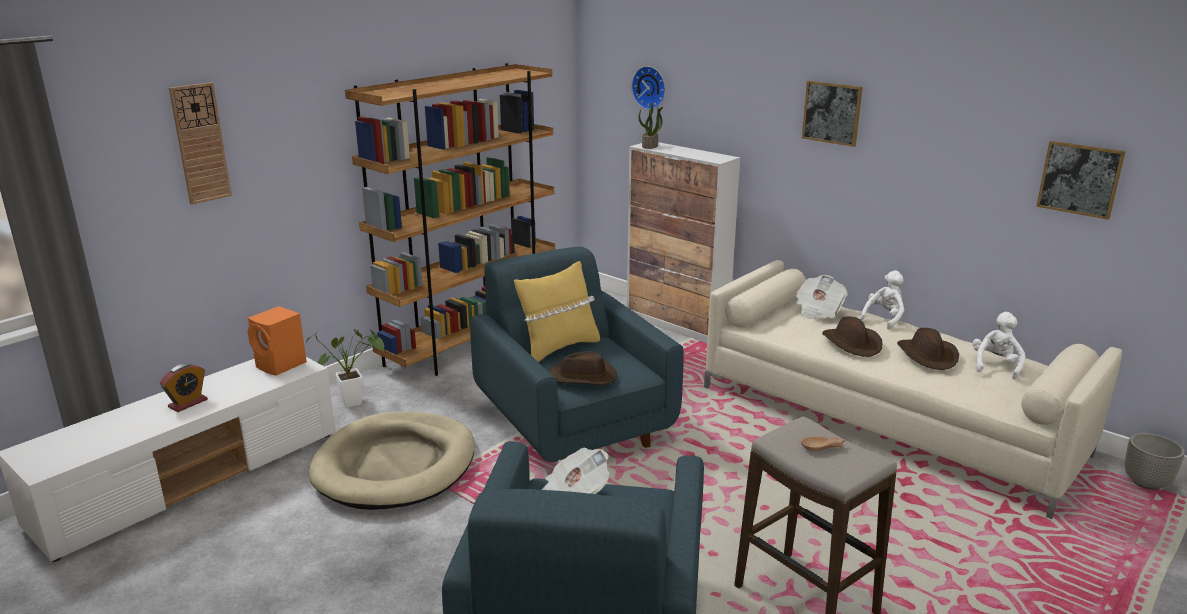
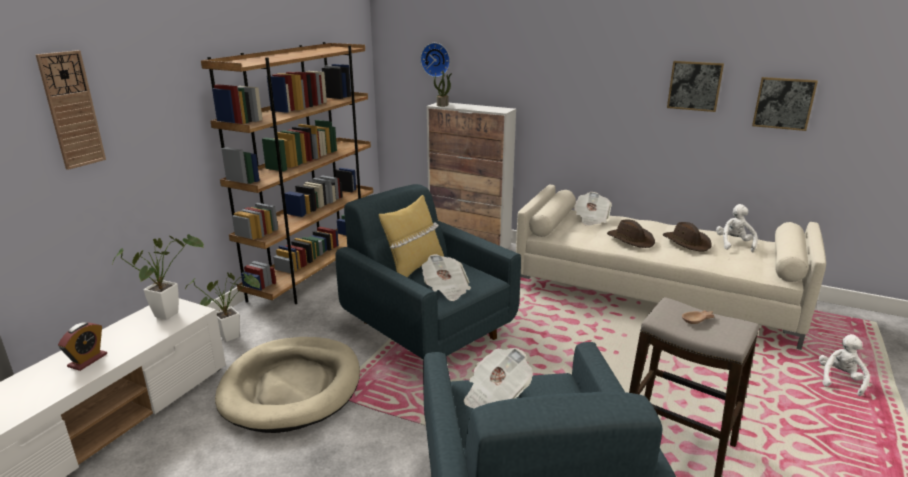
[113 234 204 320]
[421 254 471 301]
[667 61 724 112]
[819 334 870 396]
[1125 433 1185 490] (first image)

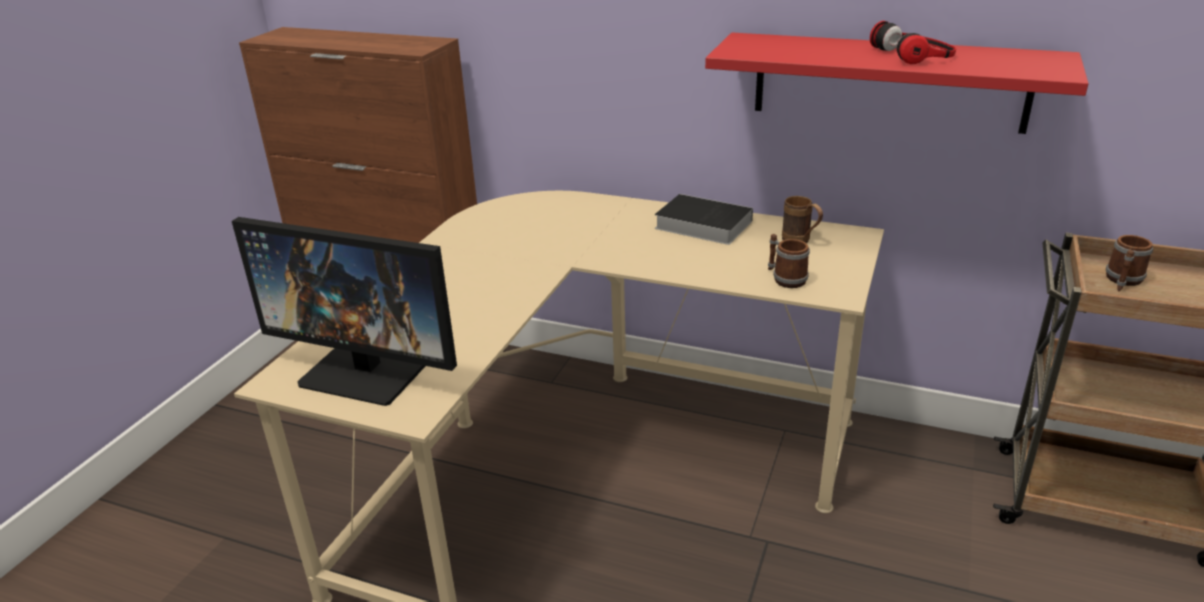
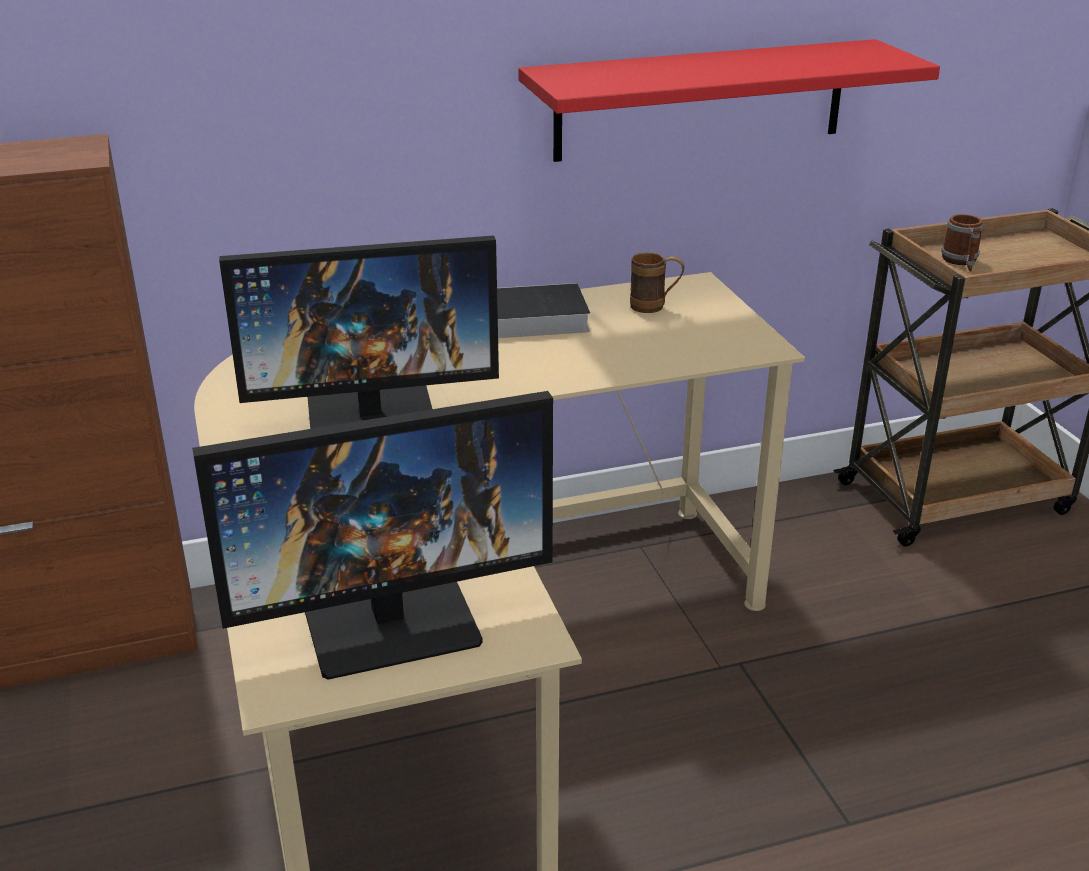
[219 236 499 429]
[768 234 810 288] (first image)
[870 21 956 64] (first image)

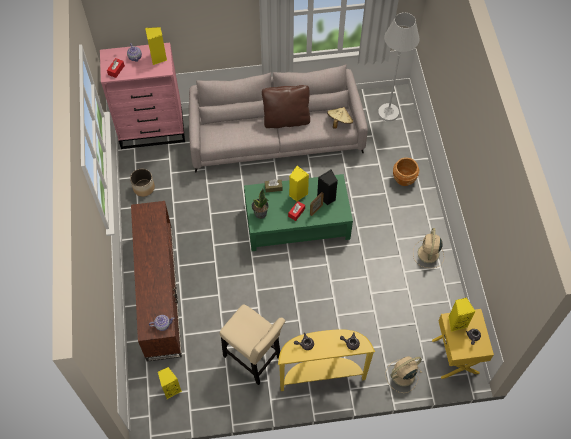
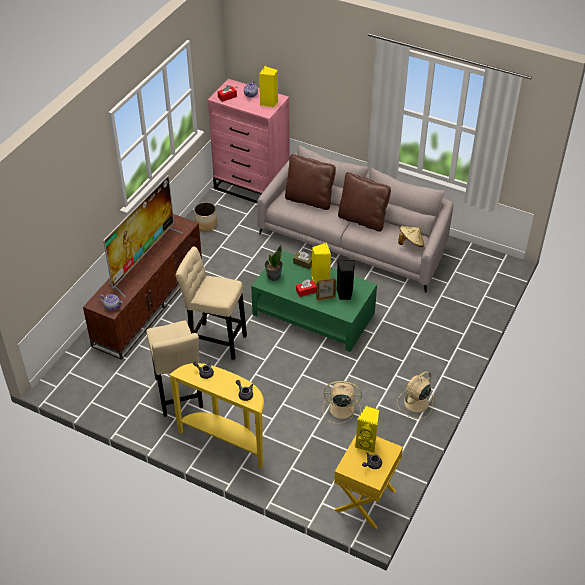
[103 175 183 297]
[175 246 247 360]
[285 154 336 210]
[323 381 362 424]
[158 367 182 399] (first image)
[378 12 420 122] (first image)
[393 157 419 186] (first image)

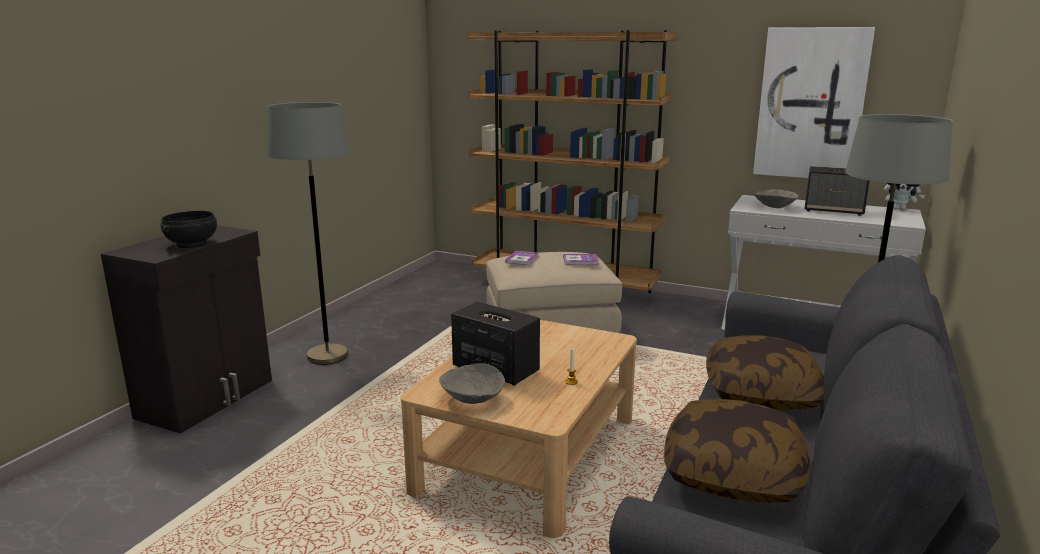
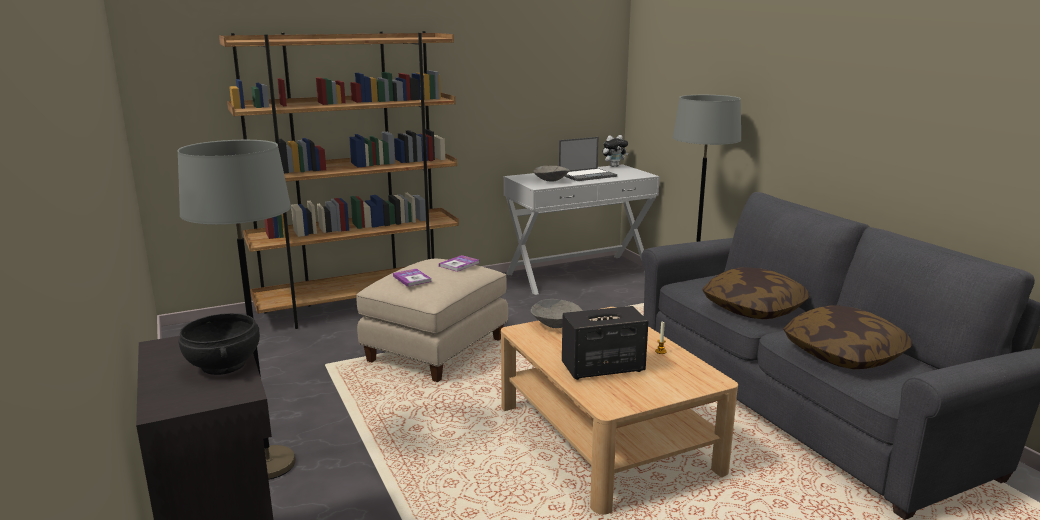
[531 299 583 328]
[559 137 617 181]
[753 27 875 178] (first image)

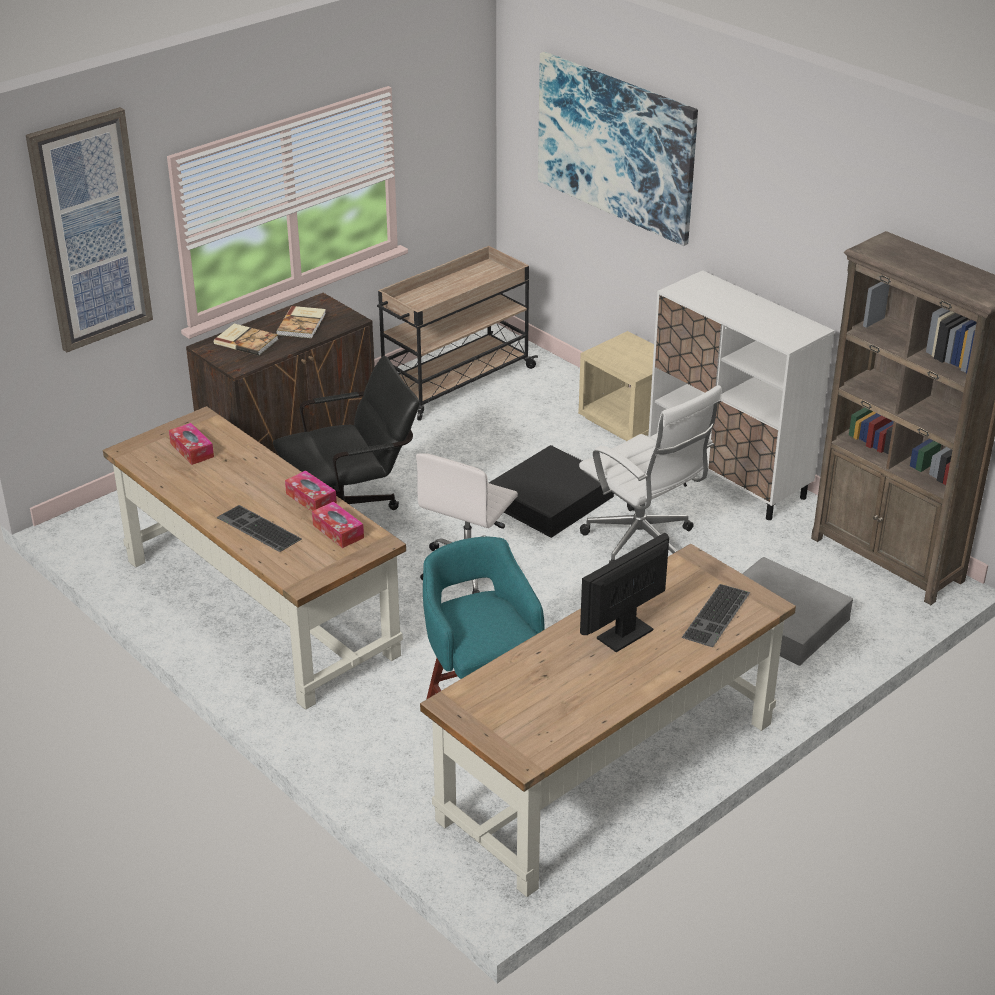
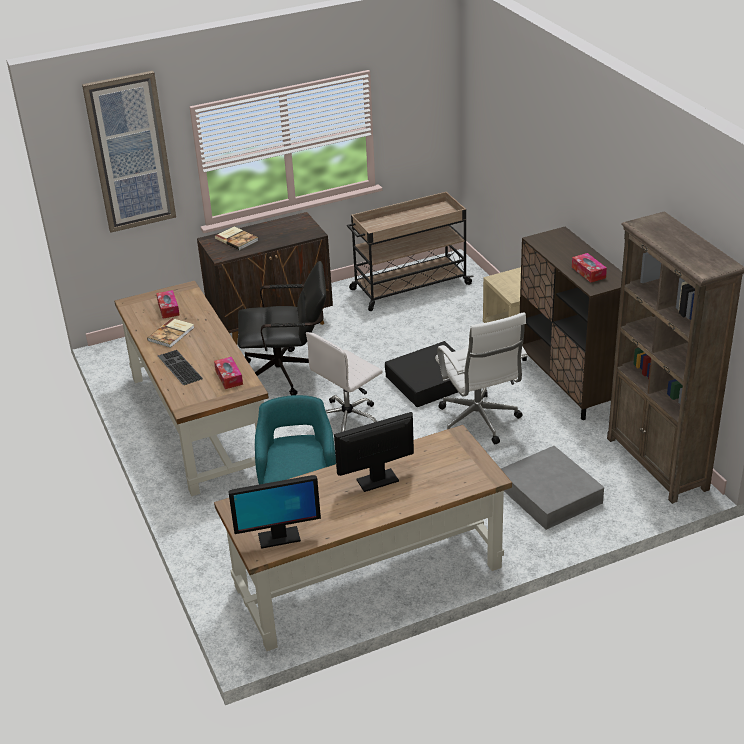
[147 318 194 348]
[228 475 321 549]
[520 227 622 420]
[572 253 607 283]
[538 52 698 246] (first image)
[682 584 750 647] (first image)

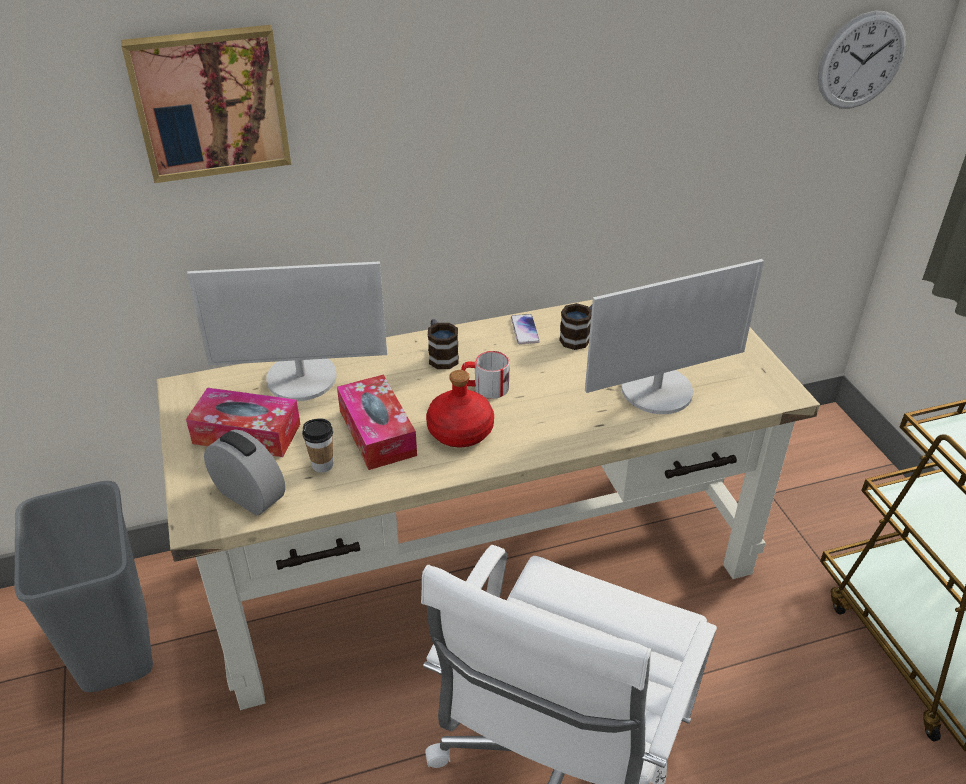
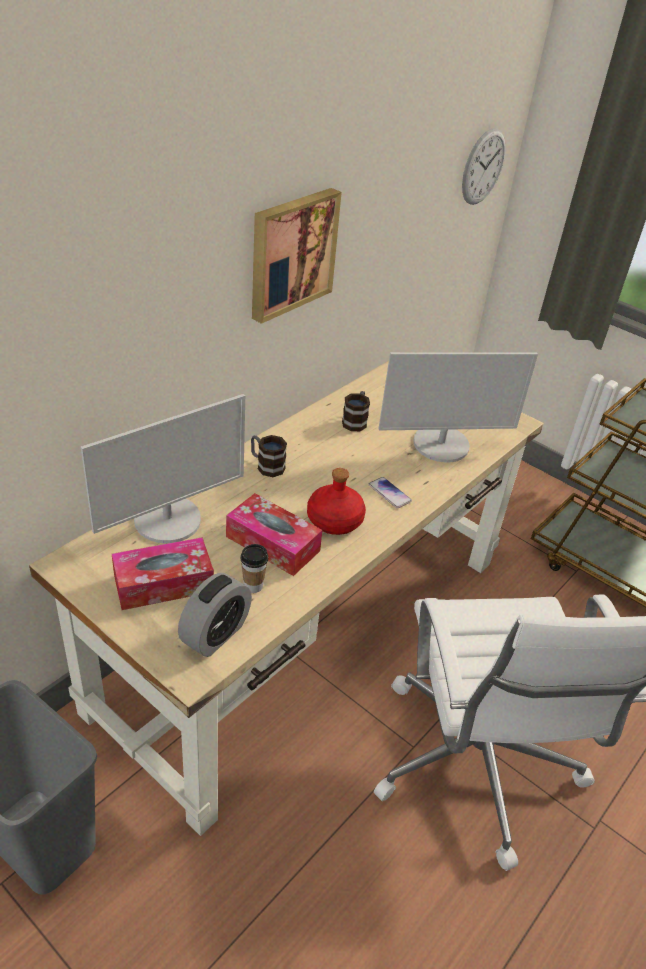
[178 573 252 657]
[252 188 342 324]
[368 477 412 509]
[378 352 538 463]
[461 351 510 399] (first image)

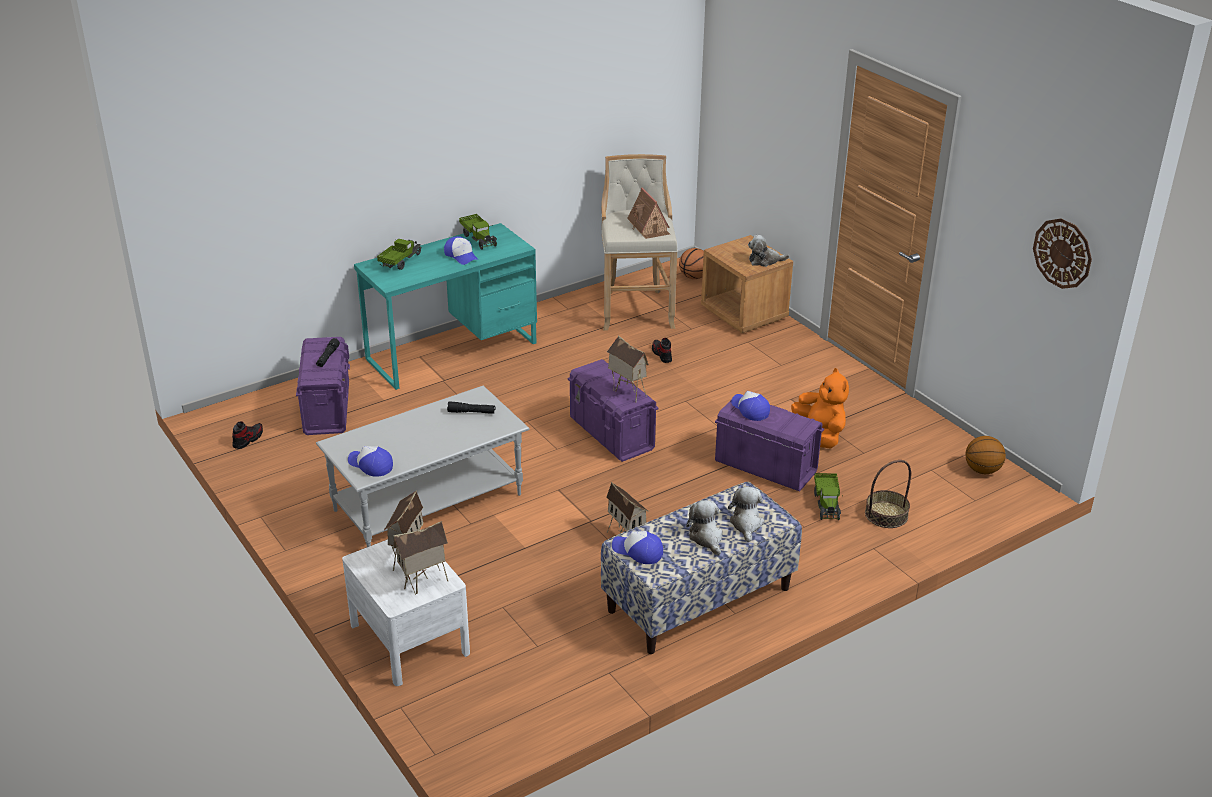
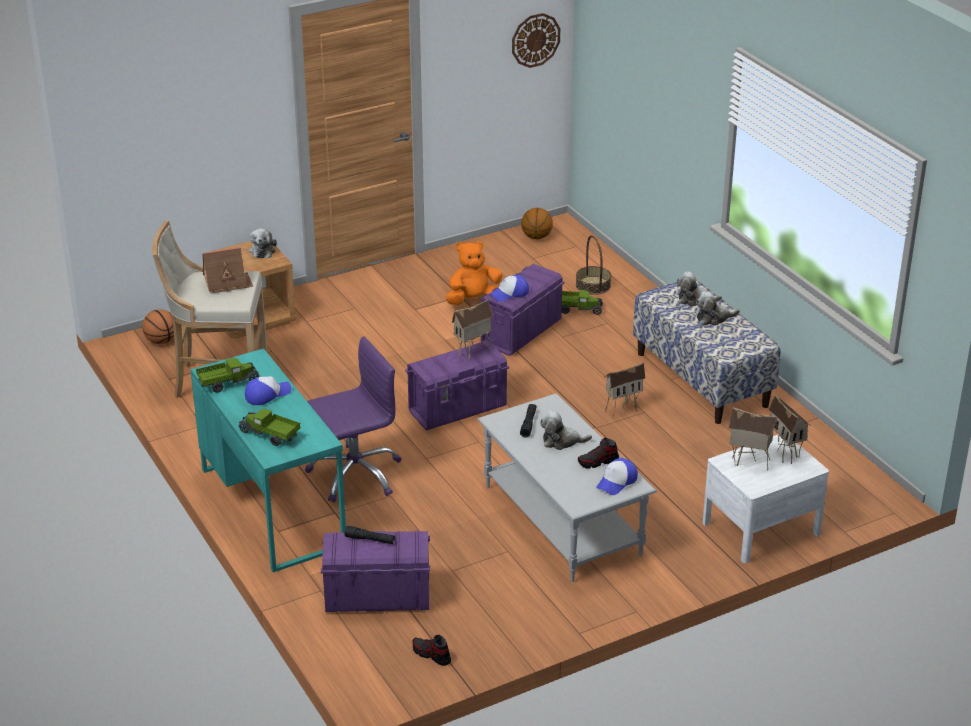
[305 336 402 502]
[540 410 592 450]
[578 438 619 469]
[612 531 663 564] (first image)

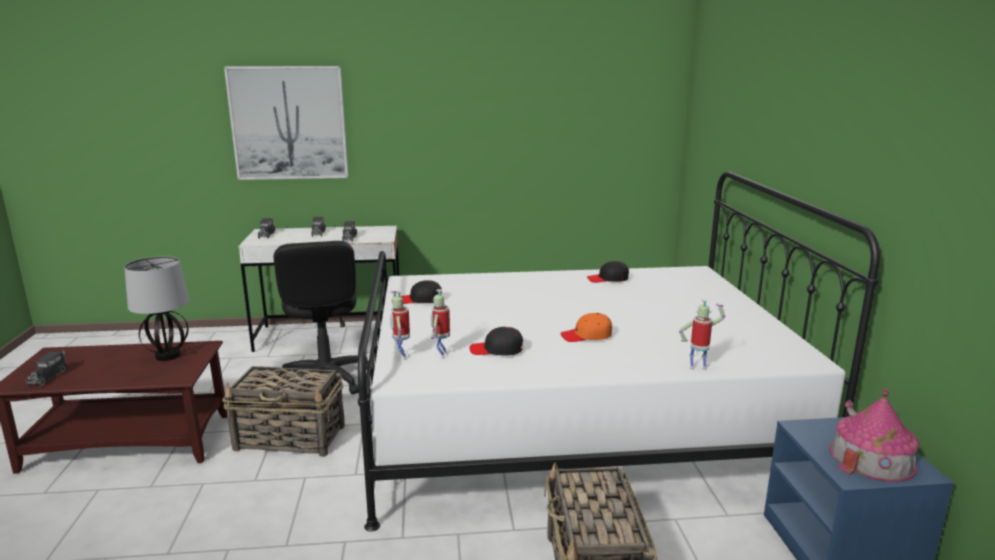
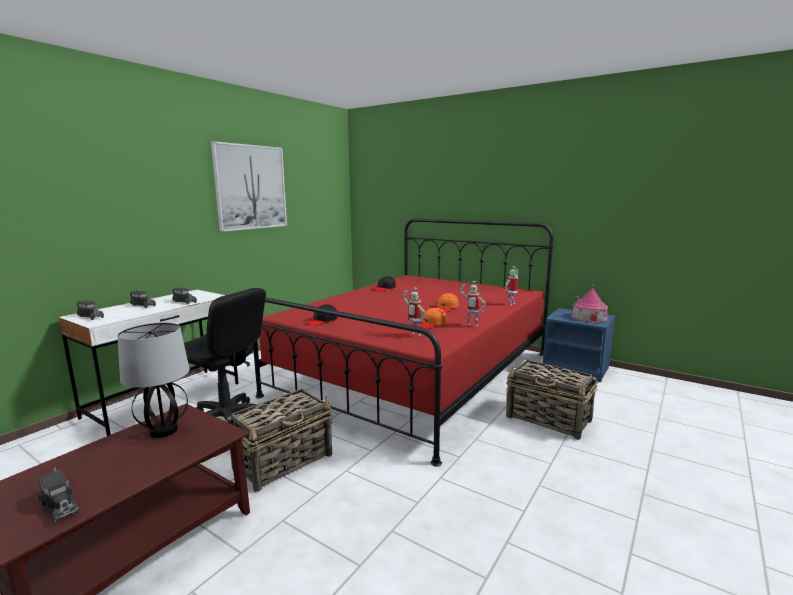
[211 141 287 232]
[253 219 553 467]
[415 307 446 329]
[460 281 486 326]

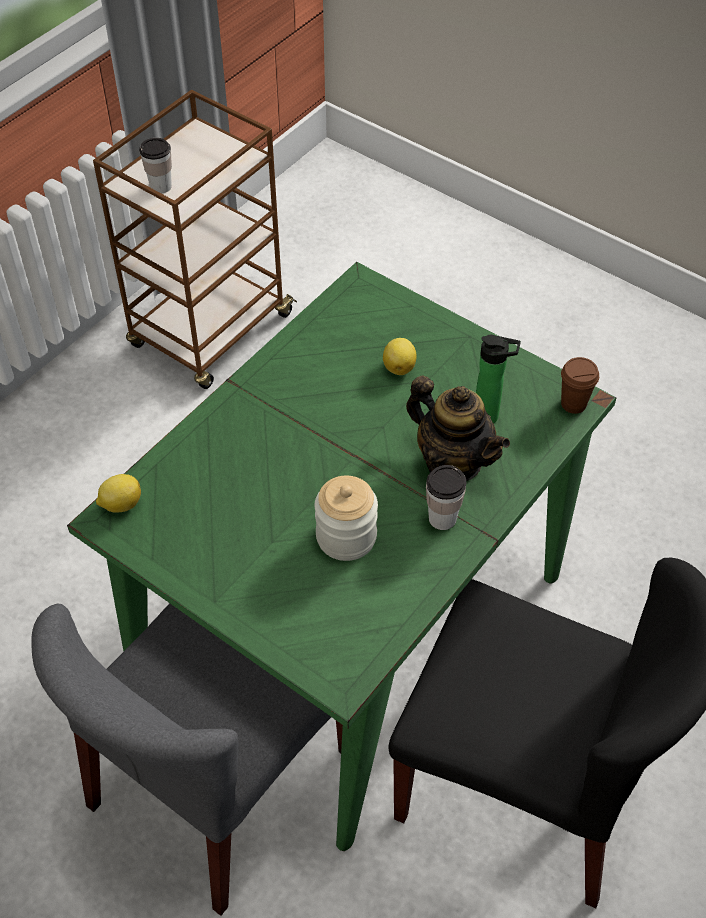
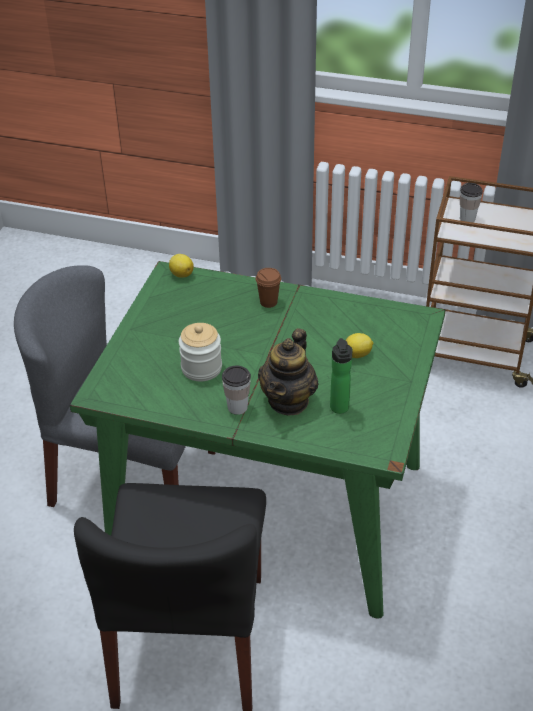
[256 268 281 308]

